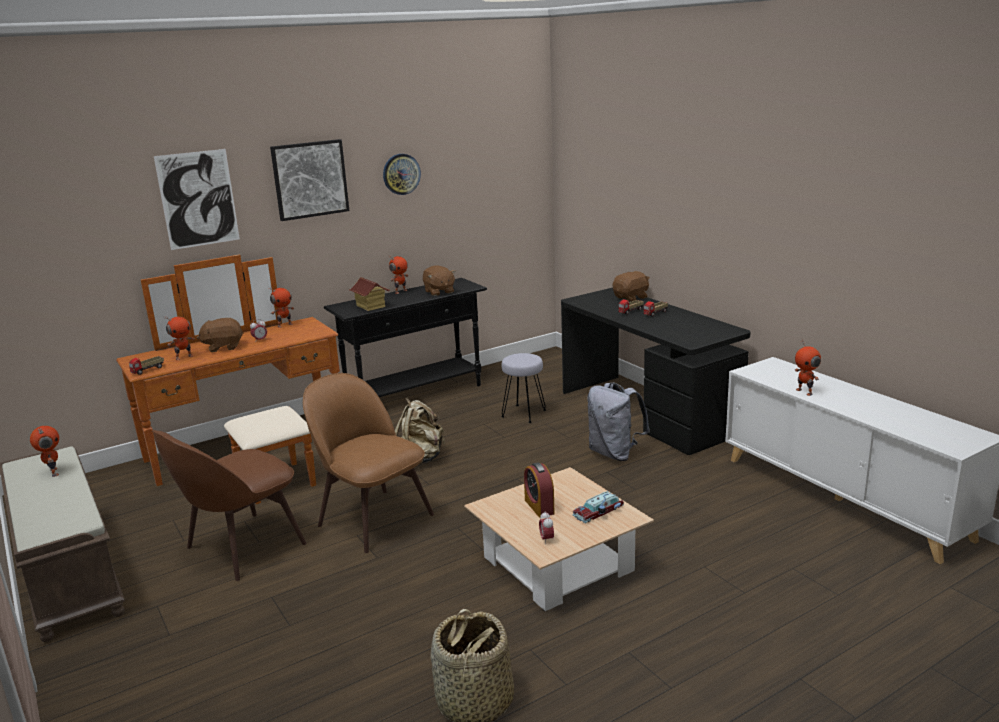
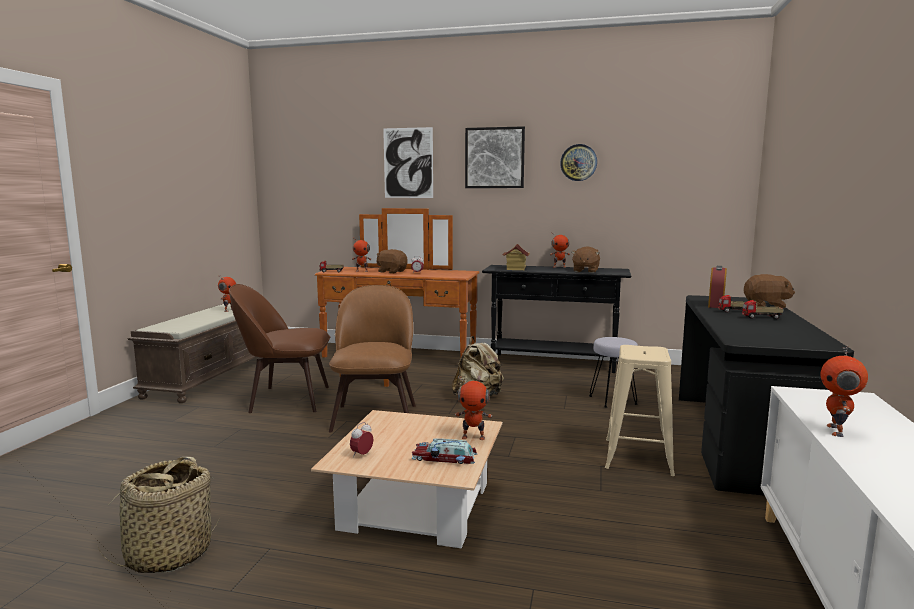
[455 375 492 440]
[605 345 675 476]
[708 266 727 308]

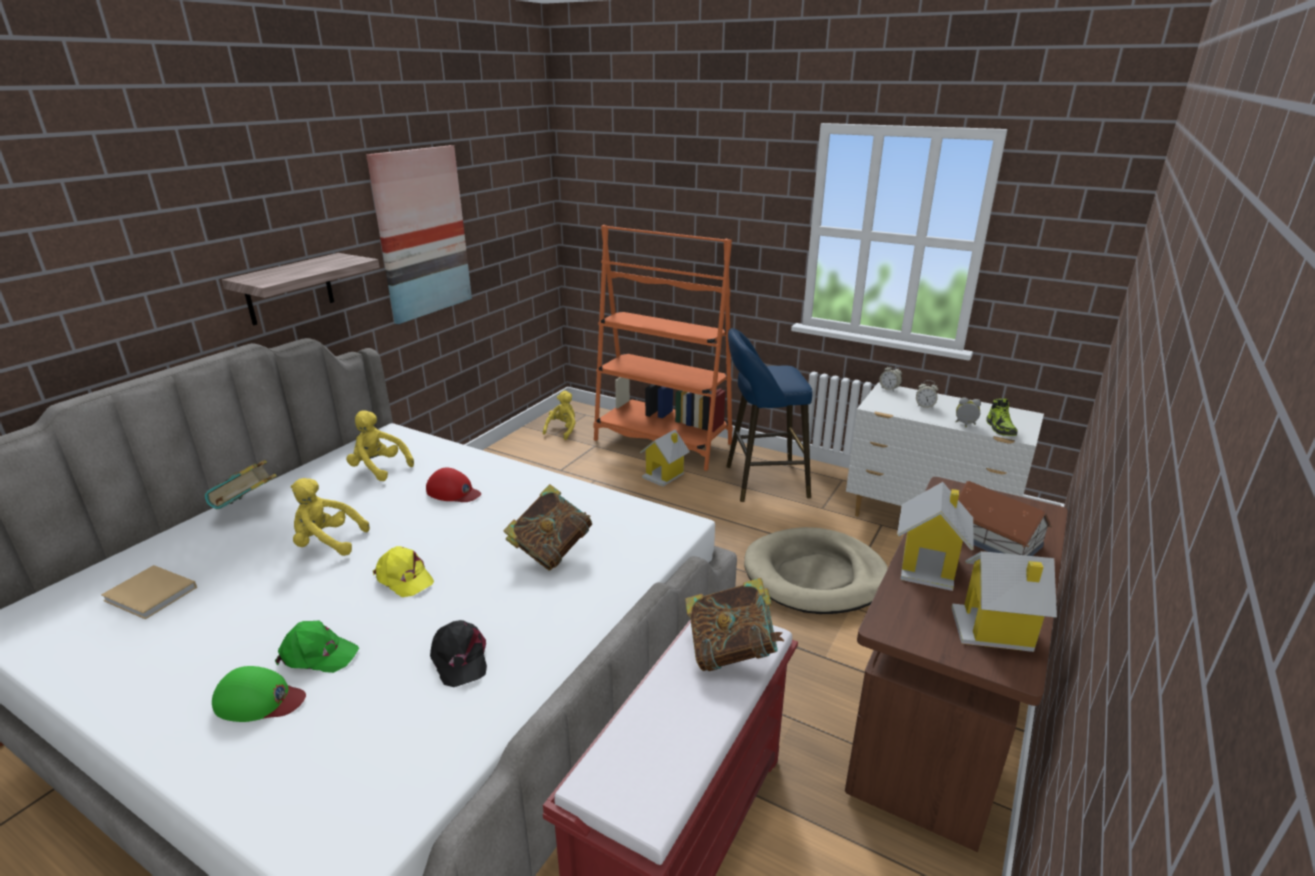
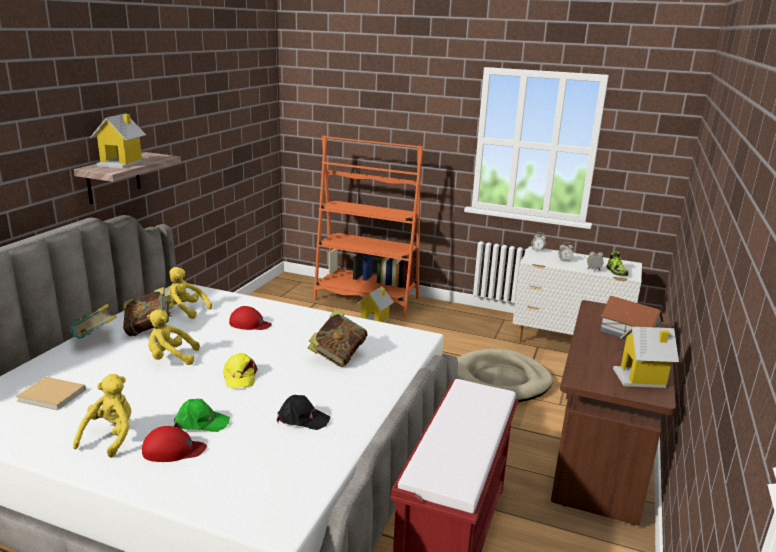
[73 374 131 458]
[90 113 146 168]
[123 287 172 336]
[142 426 207 462]
[223 353 258 389]
[277 395 331 430]
[366 145 472 324] (first image)
[726 328 813 502] (first image)

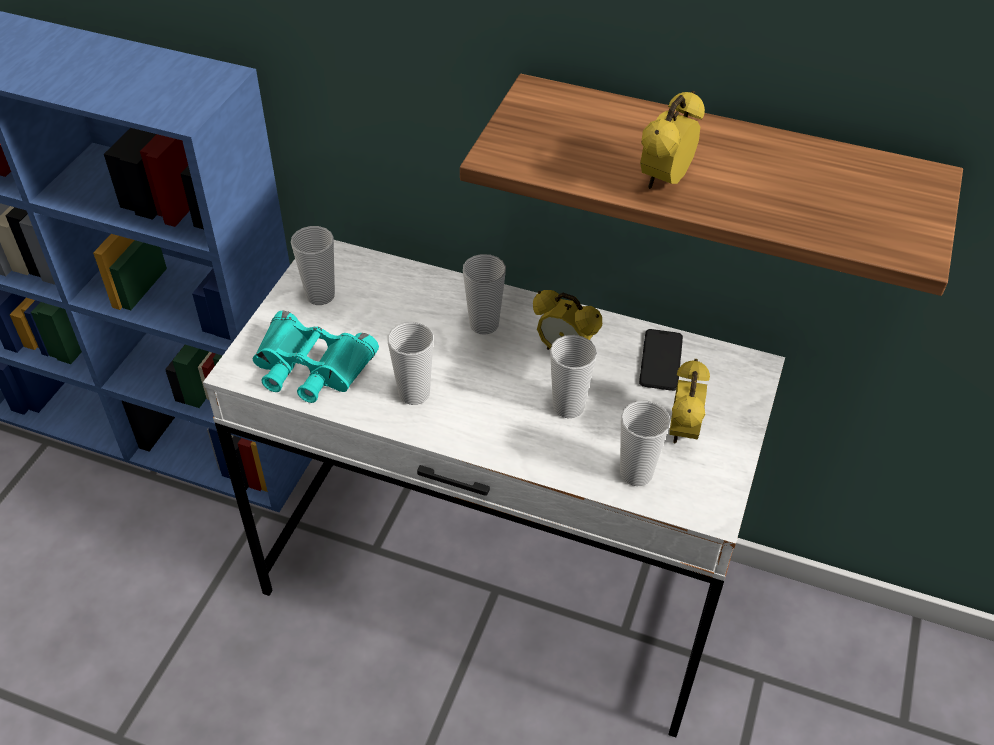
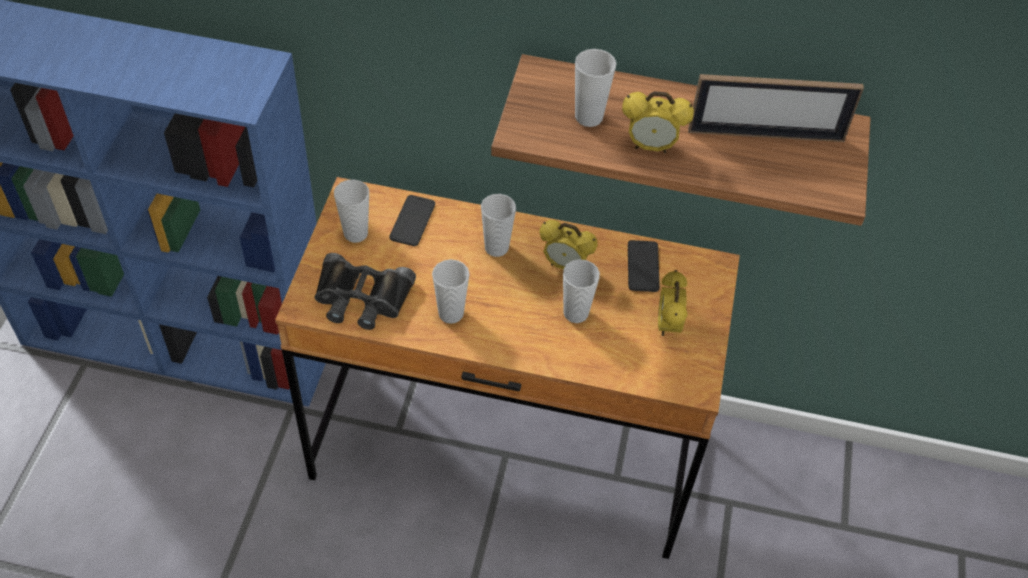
[275 177 740 559]
[314 253 416 330]
[389 195 435 246]
[575 49 617 127]
[622 91 694 153]
[688 74 864 142]

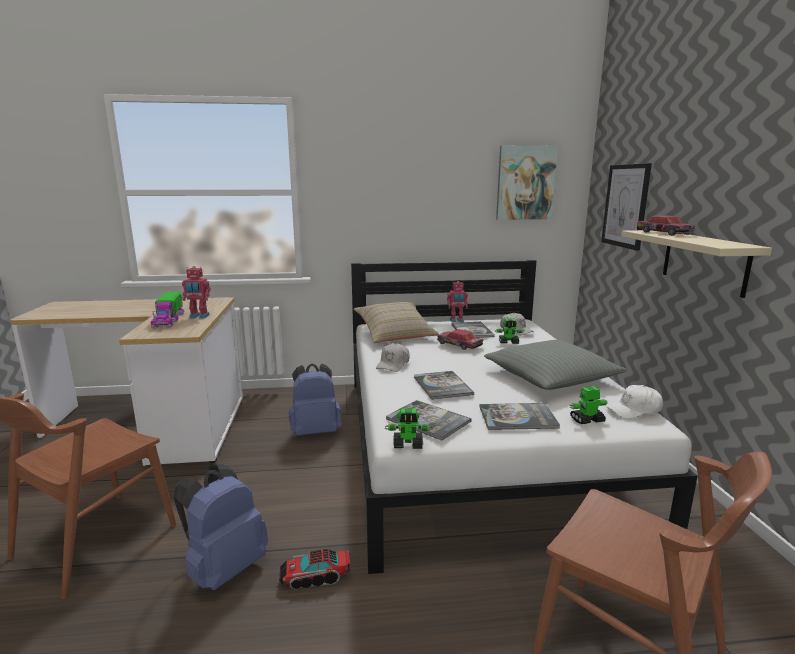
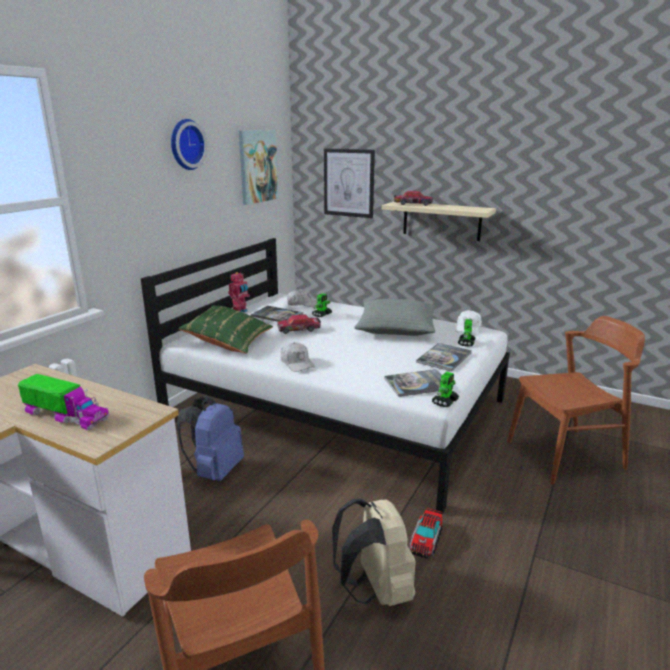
[171 119 207 170]
[178 305 273 354]
[332 499 416 606]
[182 266 211 319] (first image)
[414 371 474 400] (first image)

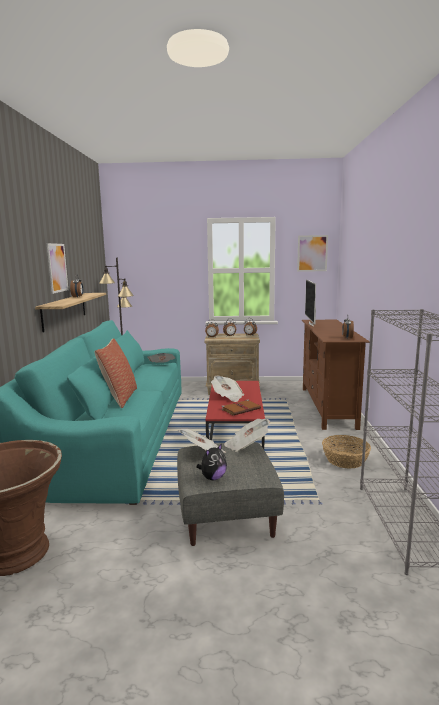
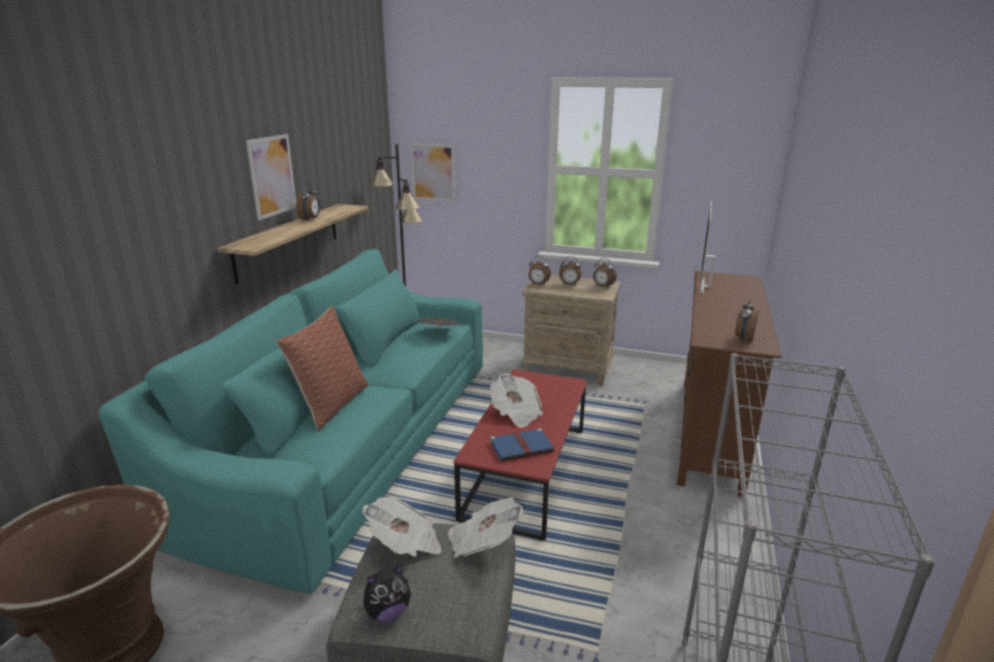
[411 143 455 202]
[490 428 554 461]
[322 435 371 469] (first image)

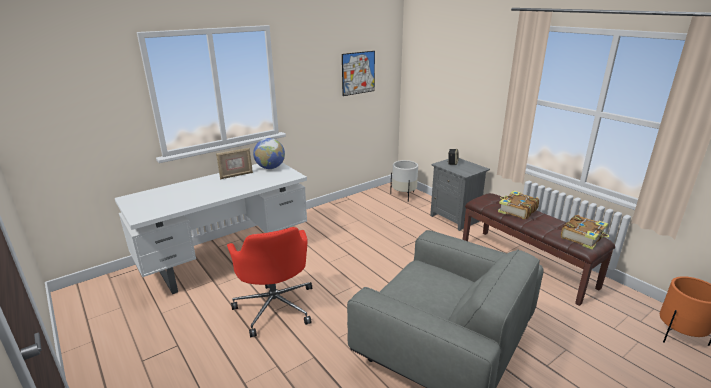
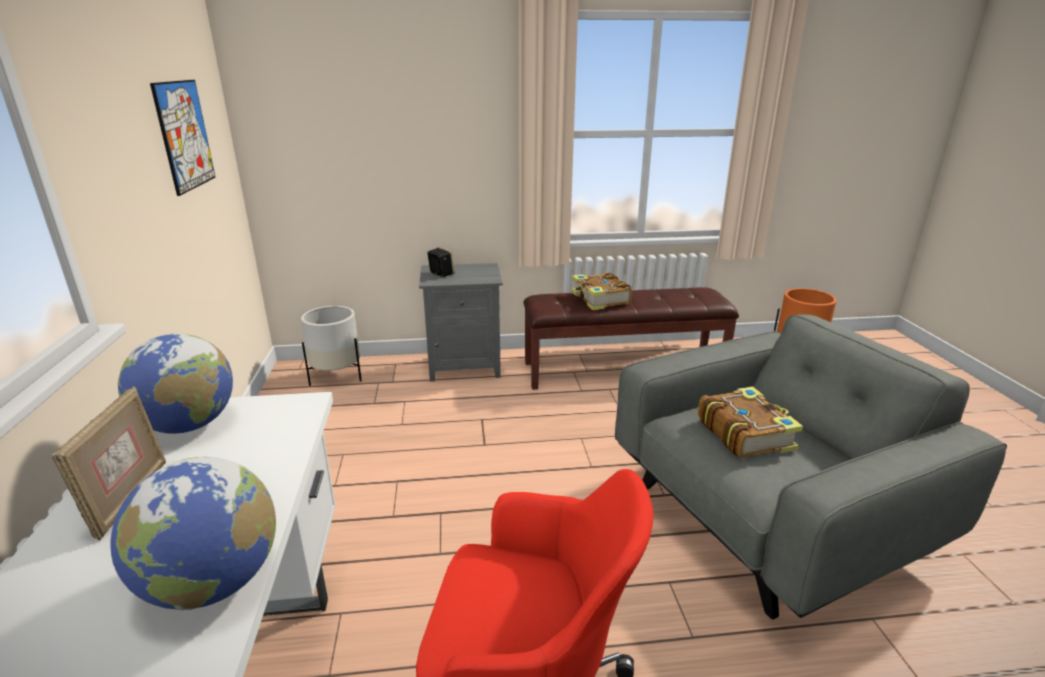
[110 457 276 610]
[698 387 803 458]

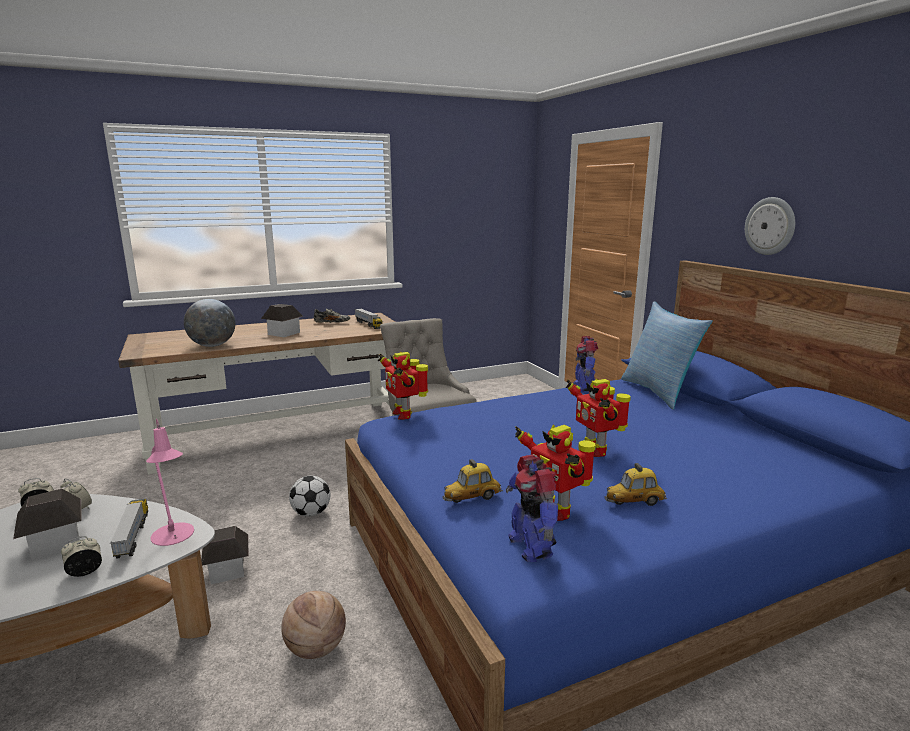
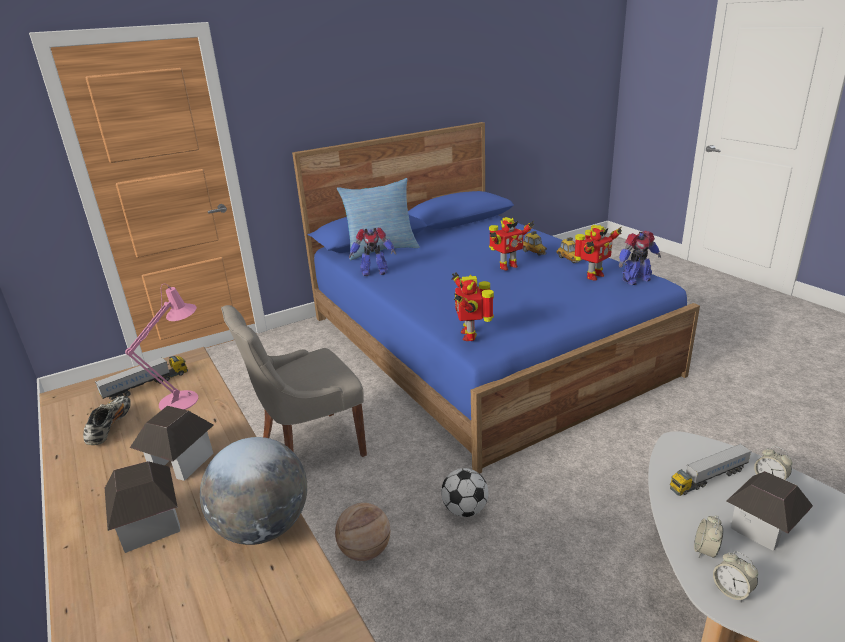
[105 461 180 553]
[125 284 198 410]
[335 503 390 561]
[451 272 494 341]
[523 231 547 256]
[745 197 795 255] (first image)

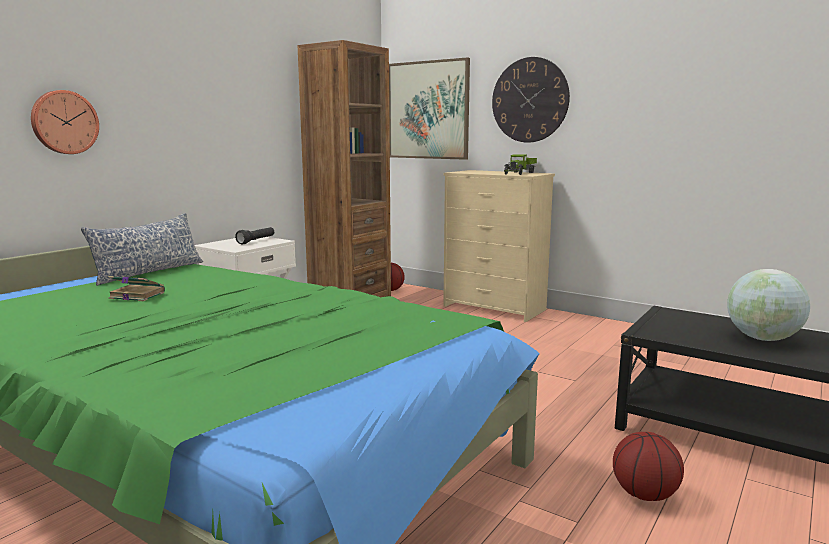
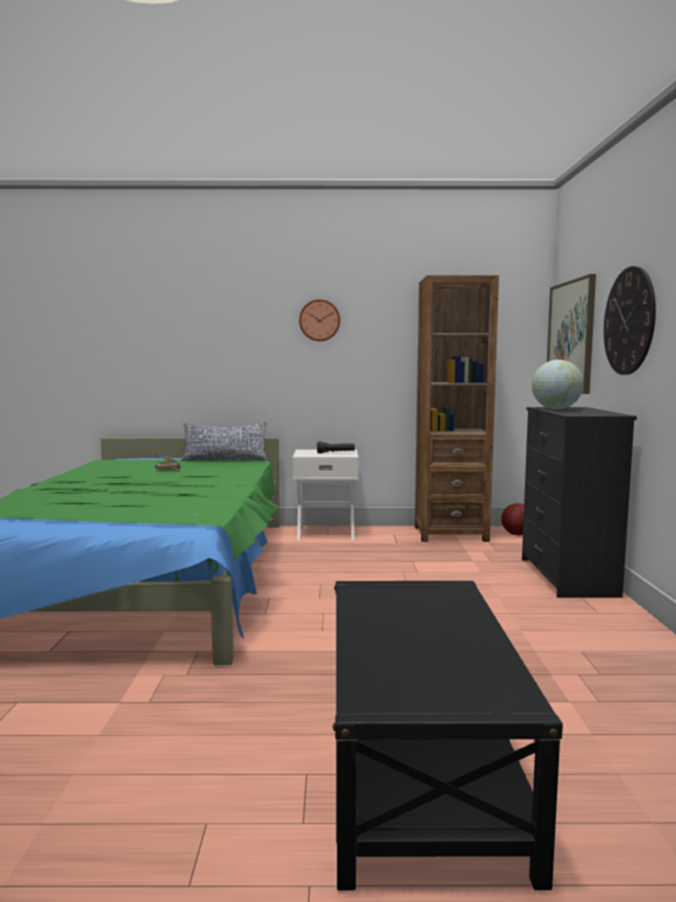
[299 299 340 341]
[522 407 637 598]
[532 360 584 409]
[504 154 537 175] (first image)
[613 432 684 501] (first image)

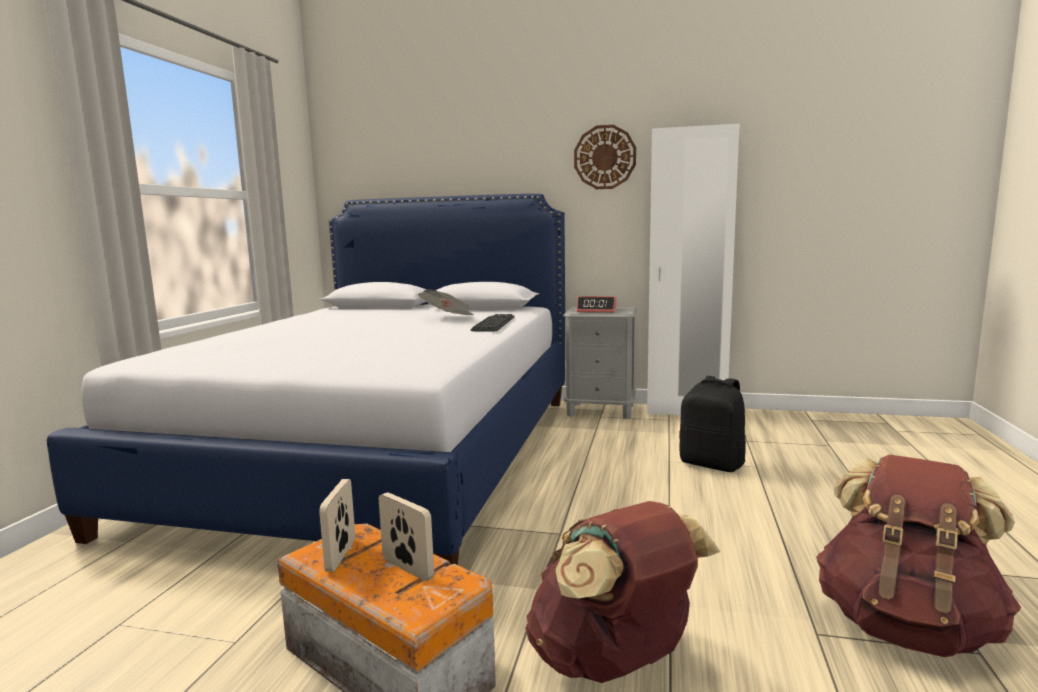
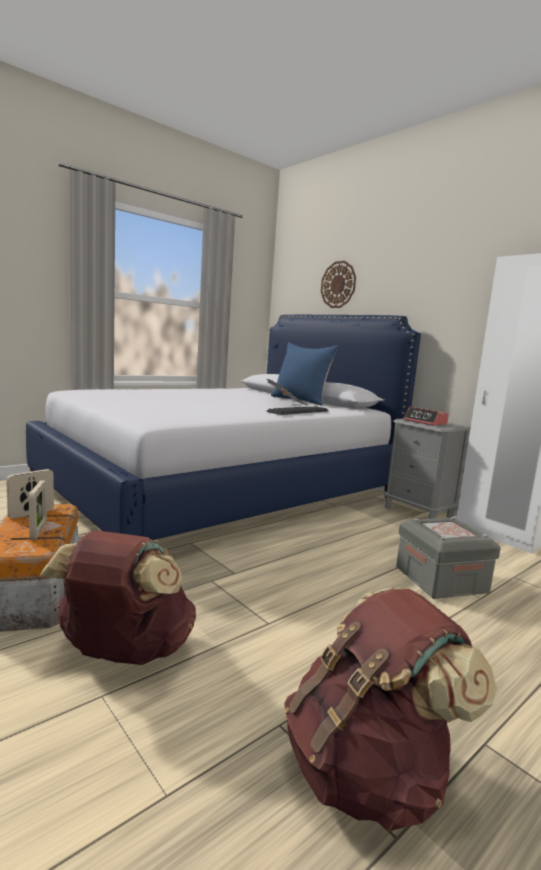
[271 342 339 406]
[321 261 356 308]
[396 517 501 599]

